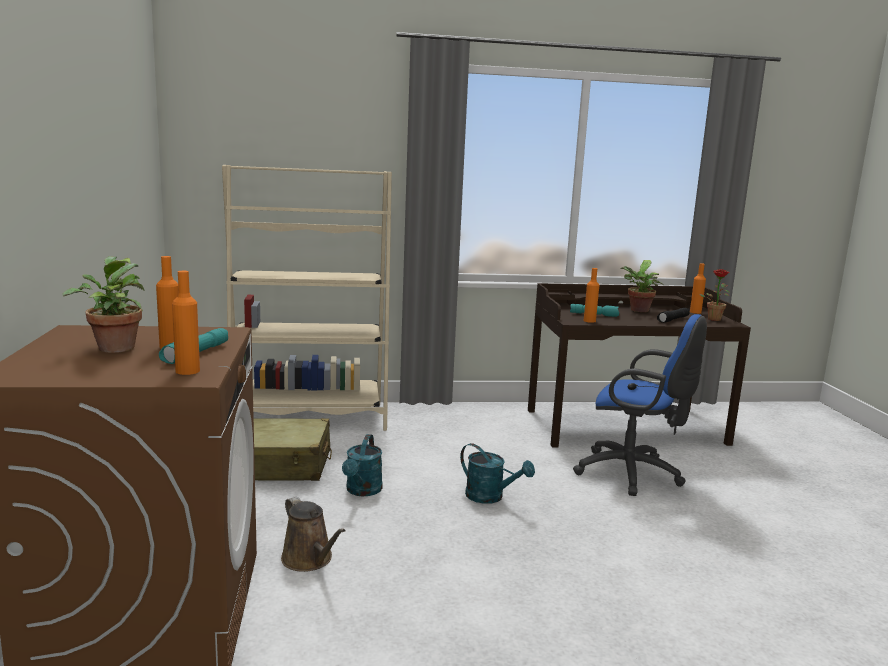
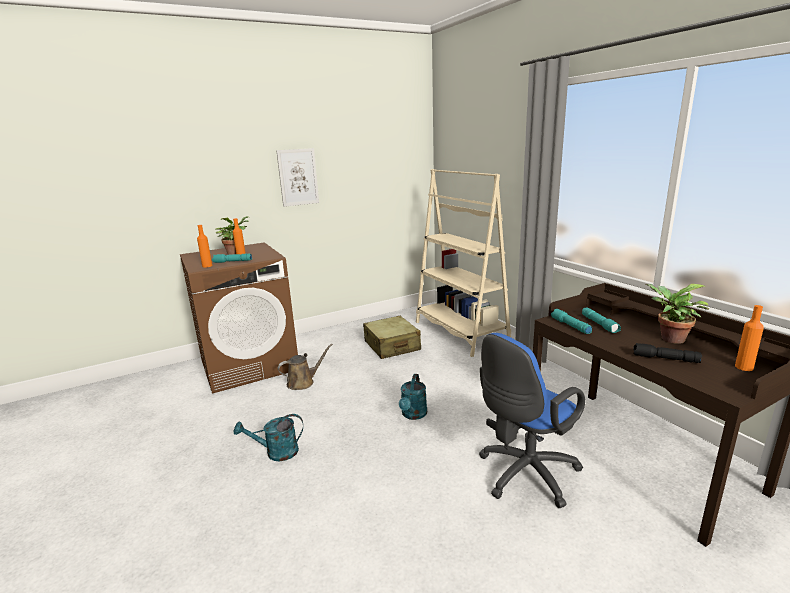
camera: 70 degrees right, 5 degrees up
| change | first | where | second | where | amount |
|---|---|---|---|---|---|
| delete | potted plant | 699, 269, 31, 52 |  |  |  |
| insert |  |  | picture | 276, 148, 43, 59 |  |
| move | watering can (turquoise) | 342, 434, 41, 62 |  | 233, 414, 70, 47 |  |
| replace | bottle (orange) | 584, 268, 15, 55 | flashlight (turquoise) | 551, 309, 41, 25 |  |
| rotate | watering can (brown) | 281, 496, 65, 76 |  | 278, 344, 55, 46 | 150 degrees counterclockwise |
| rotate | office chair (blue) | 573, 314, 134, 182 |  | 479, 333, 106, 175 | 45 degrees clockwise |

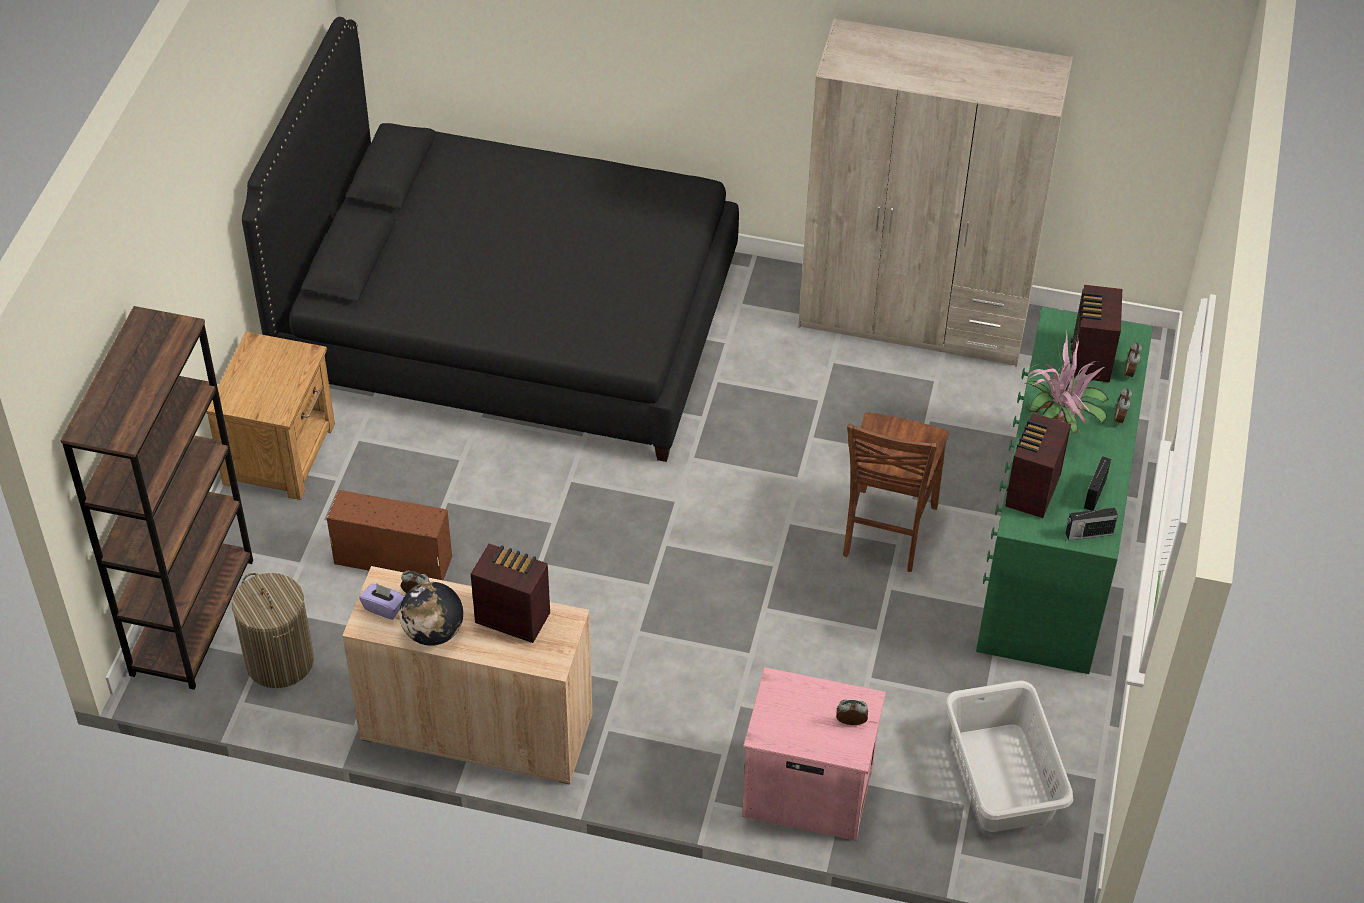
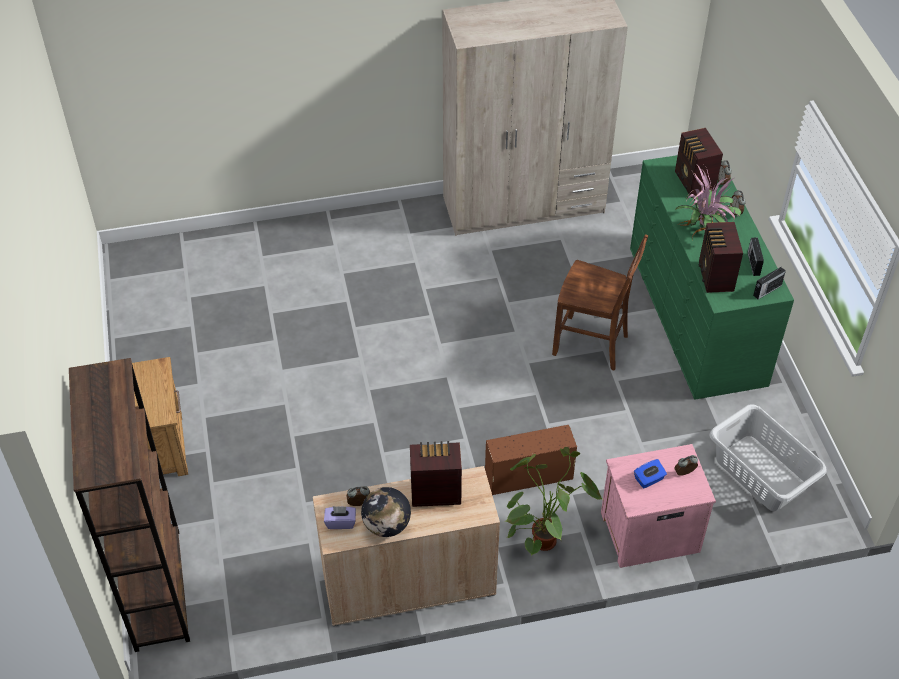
camera: 25 degrees left, 0 degrees up
| change | first | where | second | where | amount |
|---|---|---|---|---|---|
| delete | laundry basket | 232, 573, 82, 115 |  |  |  |
| delete | bed (black) | 242, 17, 497, 445 |  |  |  |
| insert |  |  | potted plant | 505, 447, 98, 108 |  |
| insert |  |  | tissue box (blue) | 634, 459, 33, 30 |  |
| move | storage box (brown) | 327, 490, 125, 90 |  | 485, 425, 92, 70 |  |
| rotate | chair (brown) | 843, 412, 106, 160 |  | 552, 234, 96, 137 | 60 degrees counterclockwise |

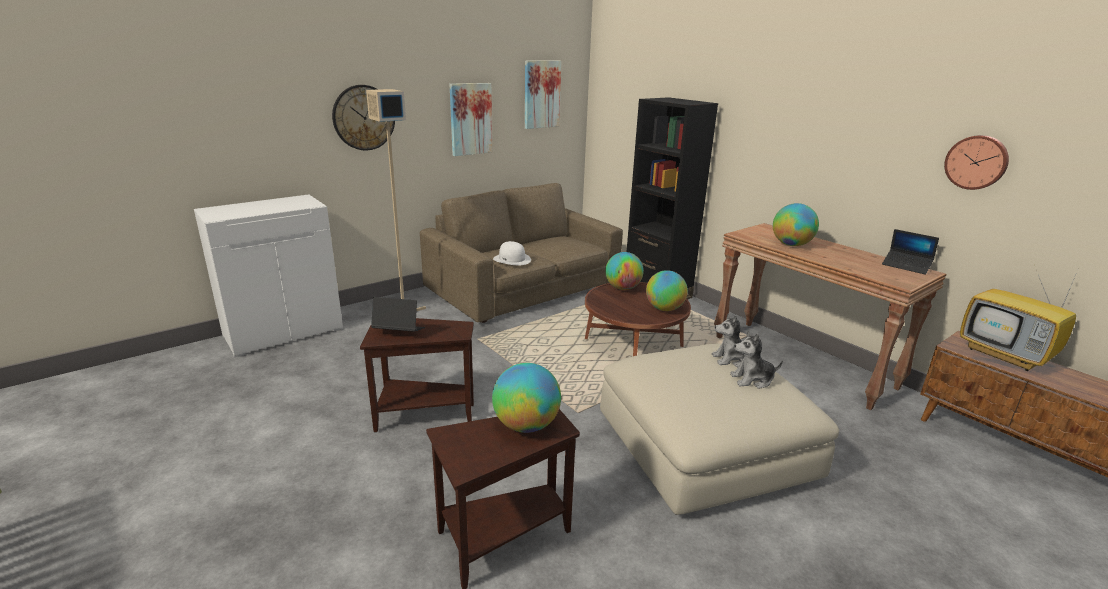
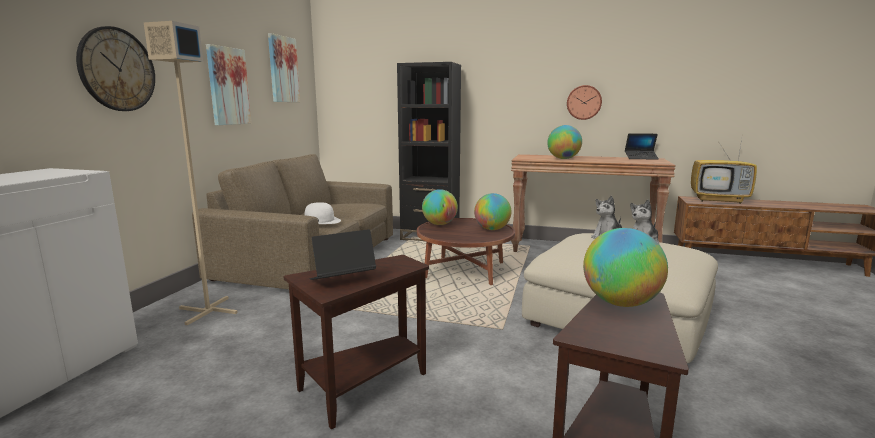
camera: 35 degrees left, 10 degrees down
| change | first | where | second | where | amount |
|---|---|---|---|---|---|
| move | wall clock | 944, 135, 65, 55 |  | 567, 85, 35, 35 |  |

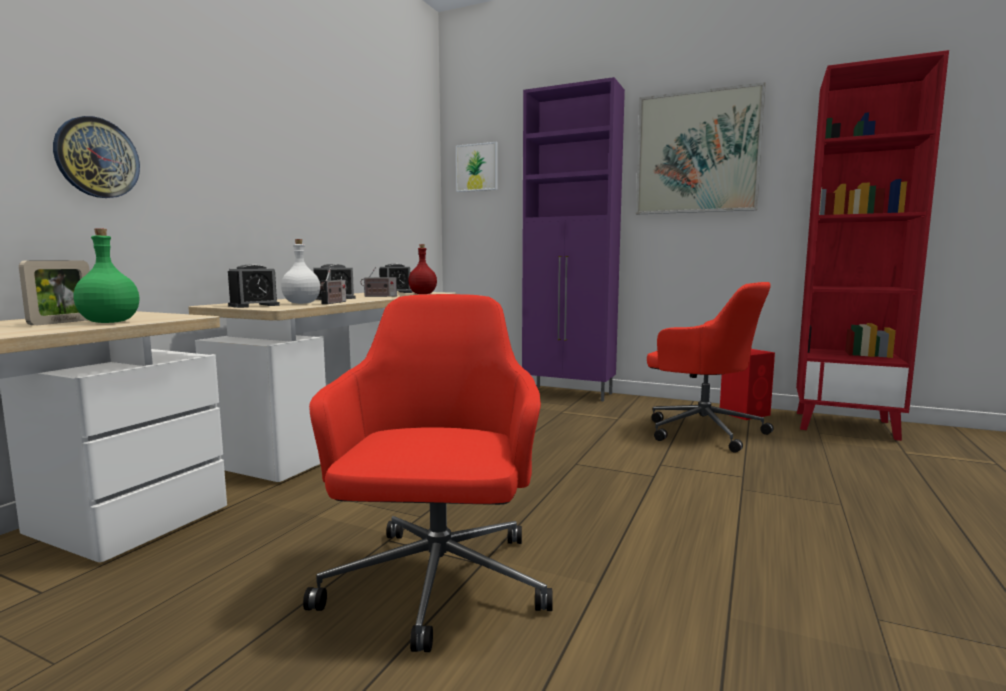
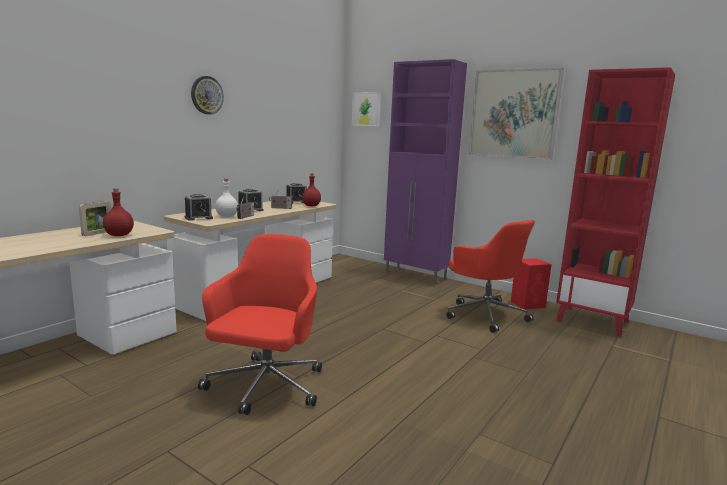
camera: 10 degrees right, 5 degrees up
| change | first | where | second | where | amount |
|---|---|---|---|---|---|
| move | wall clock | 53, 116, 87, 82 |  | 191, 76, 33, 39 |  |
| recolor | bottle (green) | 73, 228, 66, 95 | bottle (red) | 103, 188, 31, 48 |  |

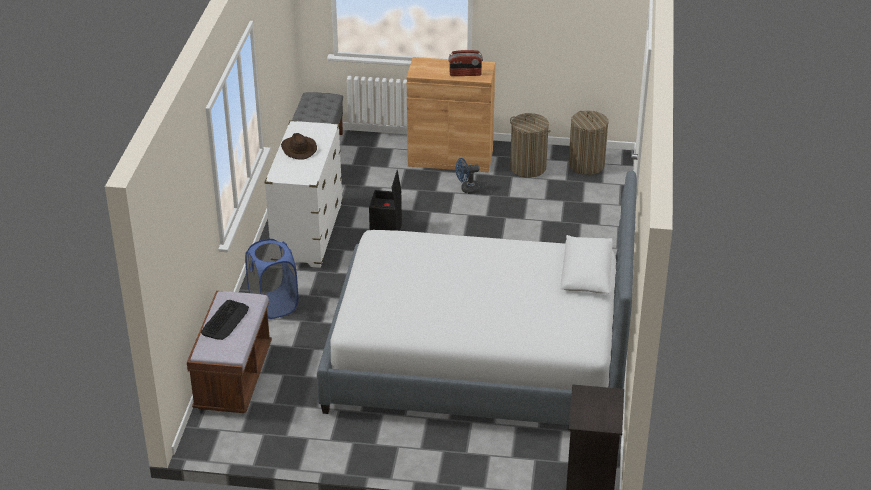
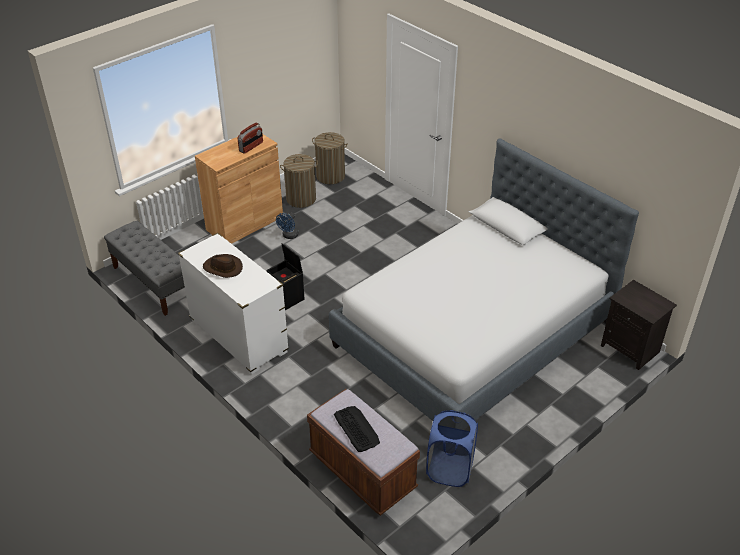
camera: 50 degrees left, 5 degrees up
| change | first | where | second | where | amount |
|---|---|---|---|---|---|
| move | laundry basket (blue) | 245, 239, 53, 80 |  | 426, 410, 52, 77 |  |

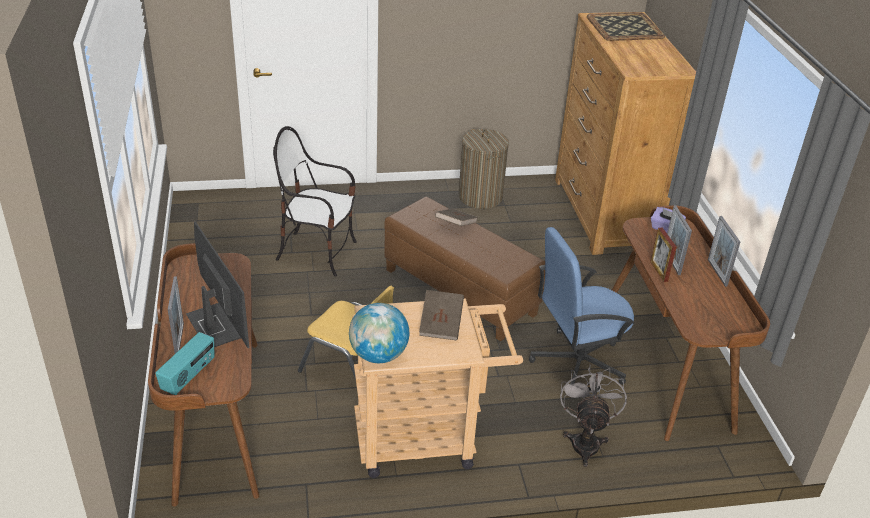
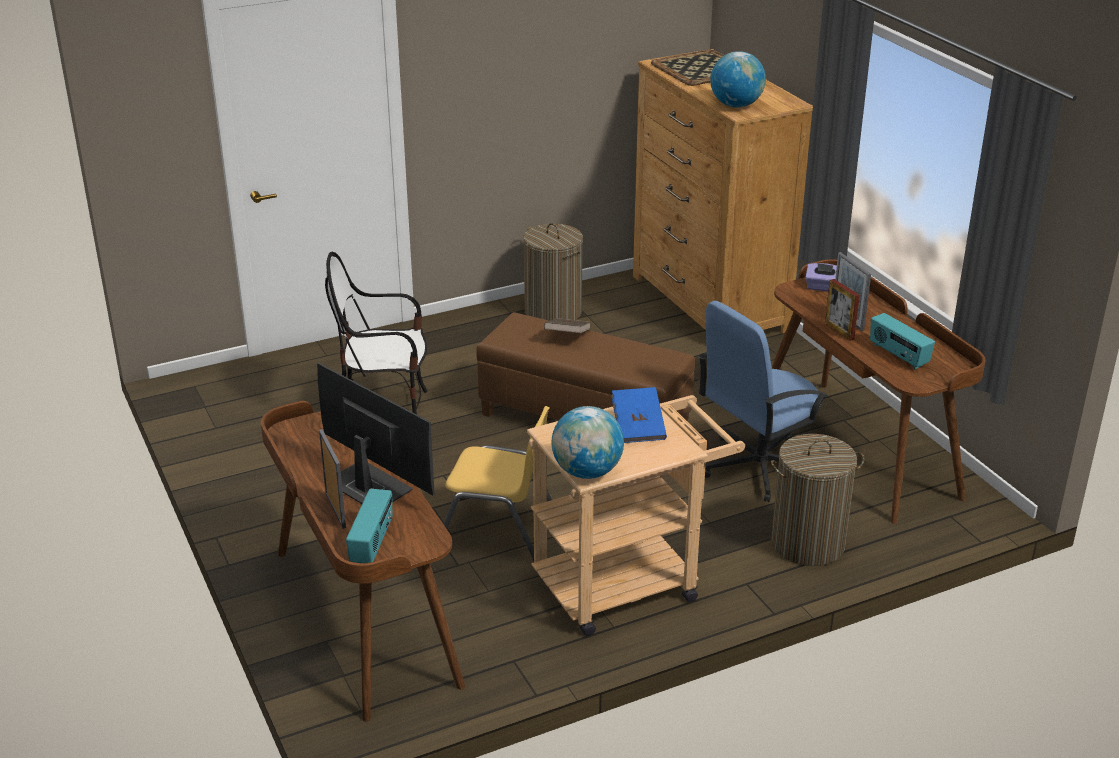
camera: 15 degrees left, 5 degrees down
| change | first | where | second | where | amount |
|---|---|---|---|---|---|
| delete | picture frame | 708, 216, 32, 71 |  |  |  |
| insert |  |  | globe | 710, 51, 56, 57 |  |
| insert |  |  | radio | 870, 313, 65, 56 |  |
| replace | fan (grey) | 560, 364, 67, 103 | laundry basket | 771, 434, 93, 132 |  |
| recolor | book (brown) | 419, 290, 45, 50 | book (blue) | 611, 387, 56, 56 |  |

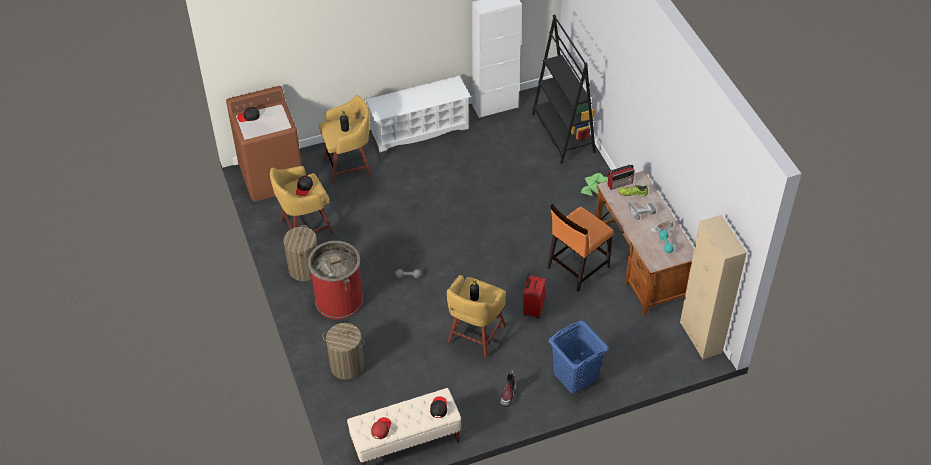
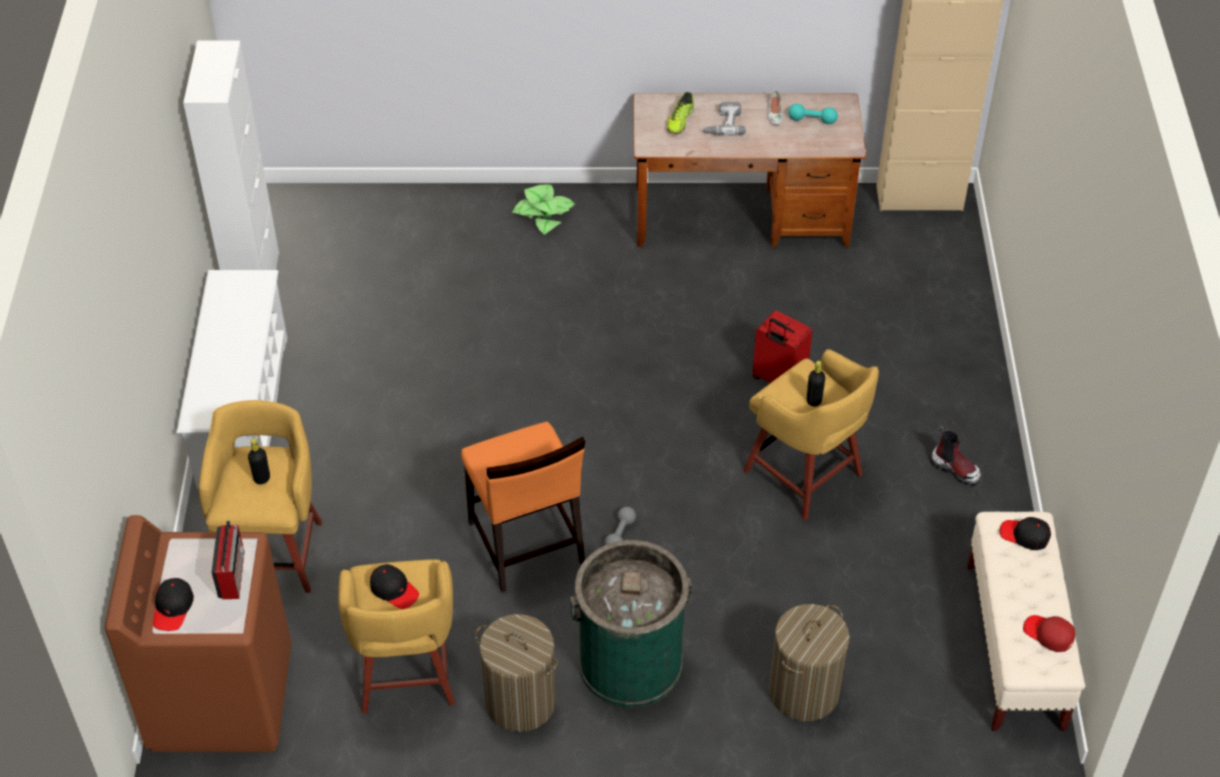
camera: 70 degrees left, 0 degrees up
| change | first | where | second | where | amount |
|---|---|---|---|---|---|
| delete | bookcase (black) | 532, 15, 64, 149 |  |  |  |
| delete | laundry basket (blue) | 549, 321, 60, 72 |  |  |  |
| move | chair (orange) | 547, 204, 67, 88 |  | 461, 422, 124, 171 |  |
| move | radio | 608, 165, 27, 25 |  | 211, 520, 33, 79 |  |
| recolor | trash can (red) | 308, 241, 56, 79 | trash can (green) | 570, 540, 122, 167 |  |

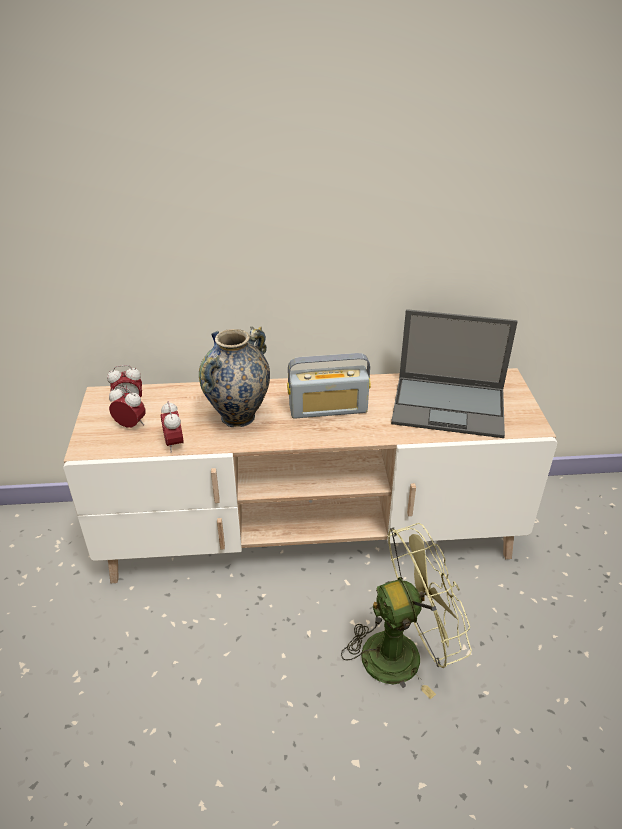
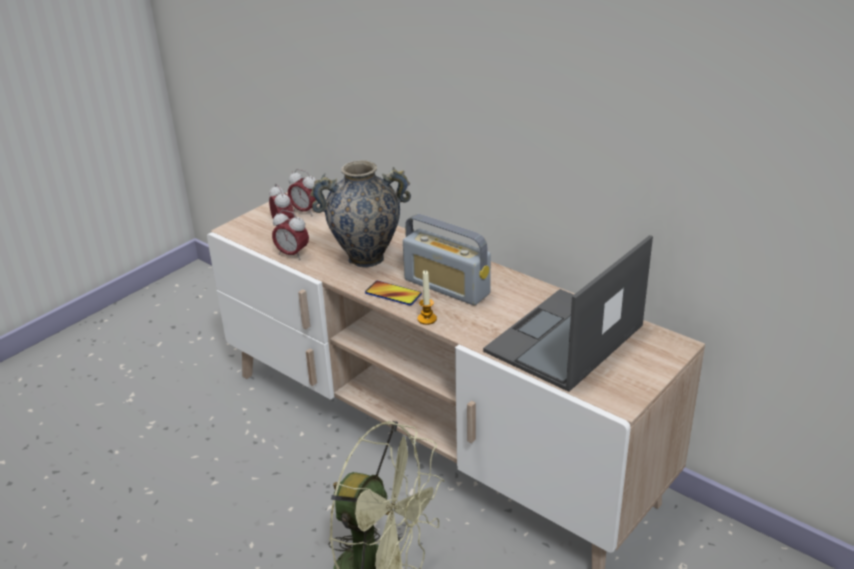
camera: 45 degrees right, 5 degrees down
| change | first | where | second | where | amount |
|---|---|---|---|---|---|
| insert |  |  | phone | 365, 281, 57, 24 |  |
| insert |  |  | candle | 417, 270, 20, 55 |  |
| rotate | alarm clock | 160, 401, 24, 52 |  | 272, 210, 37, 50 | 90 degrees counterclockwise |
| rotate | laptop | 391, 309, 127, 129 |  | 483, 235, 170, 157 | 75 degrees clockwise |

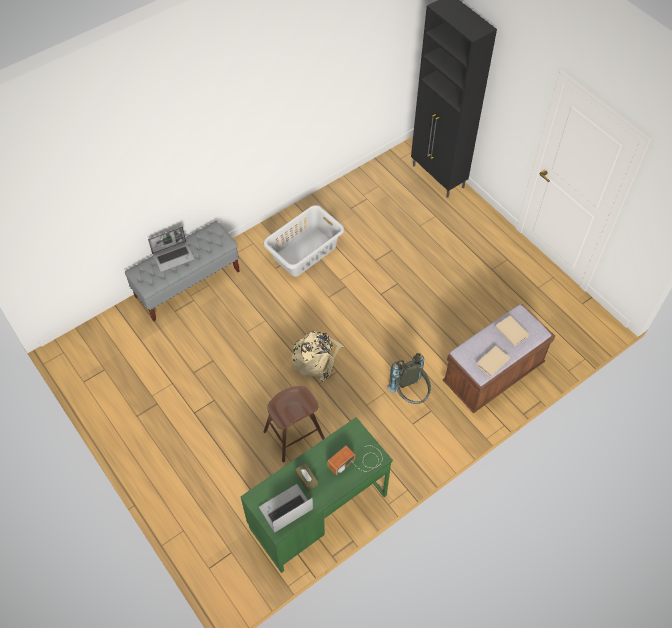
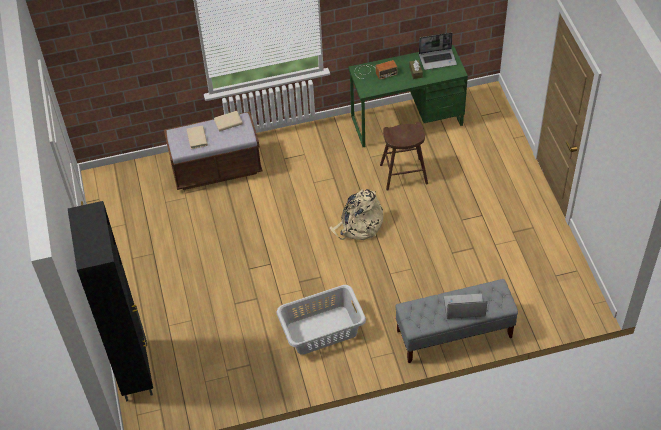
camera: 155 degrees left, 5 degrees down
| change | first | where | second | where | amount |
|---|---|---|---|---|---|
| delete | backpack (grey) | 387, 353, 44, 51 |  |  |  |

